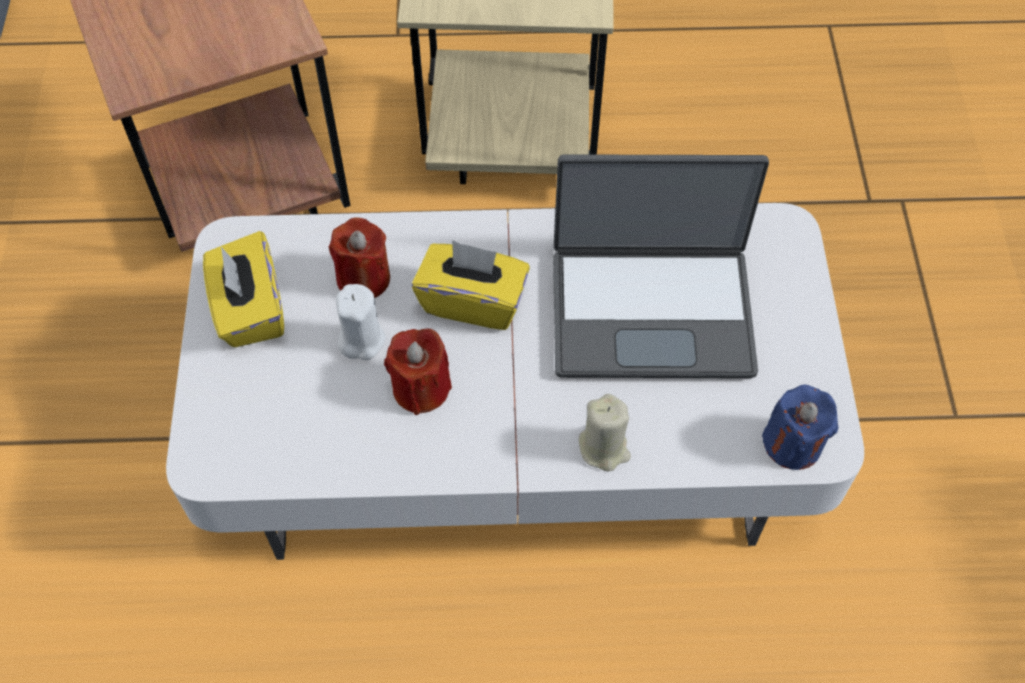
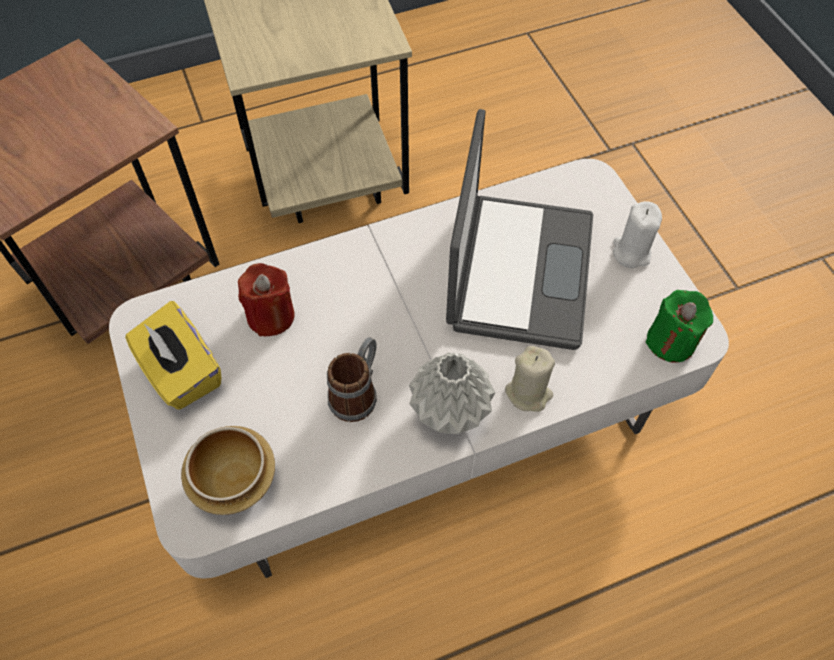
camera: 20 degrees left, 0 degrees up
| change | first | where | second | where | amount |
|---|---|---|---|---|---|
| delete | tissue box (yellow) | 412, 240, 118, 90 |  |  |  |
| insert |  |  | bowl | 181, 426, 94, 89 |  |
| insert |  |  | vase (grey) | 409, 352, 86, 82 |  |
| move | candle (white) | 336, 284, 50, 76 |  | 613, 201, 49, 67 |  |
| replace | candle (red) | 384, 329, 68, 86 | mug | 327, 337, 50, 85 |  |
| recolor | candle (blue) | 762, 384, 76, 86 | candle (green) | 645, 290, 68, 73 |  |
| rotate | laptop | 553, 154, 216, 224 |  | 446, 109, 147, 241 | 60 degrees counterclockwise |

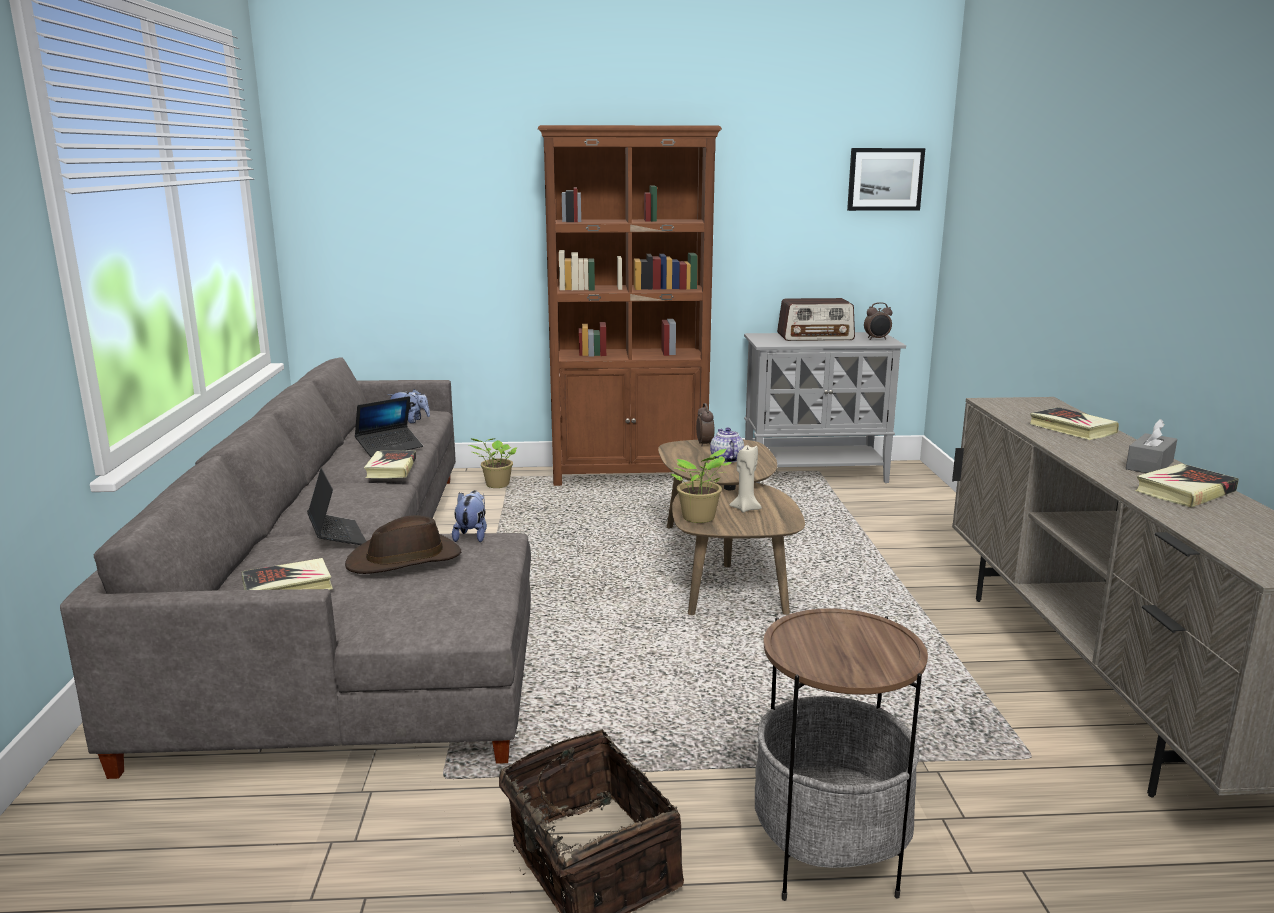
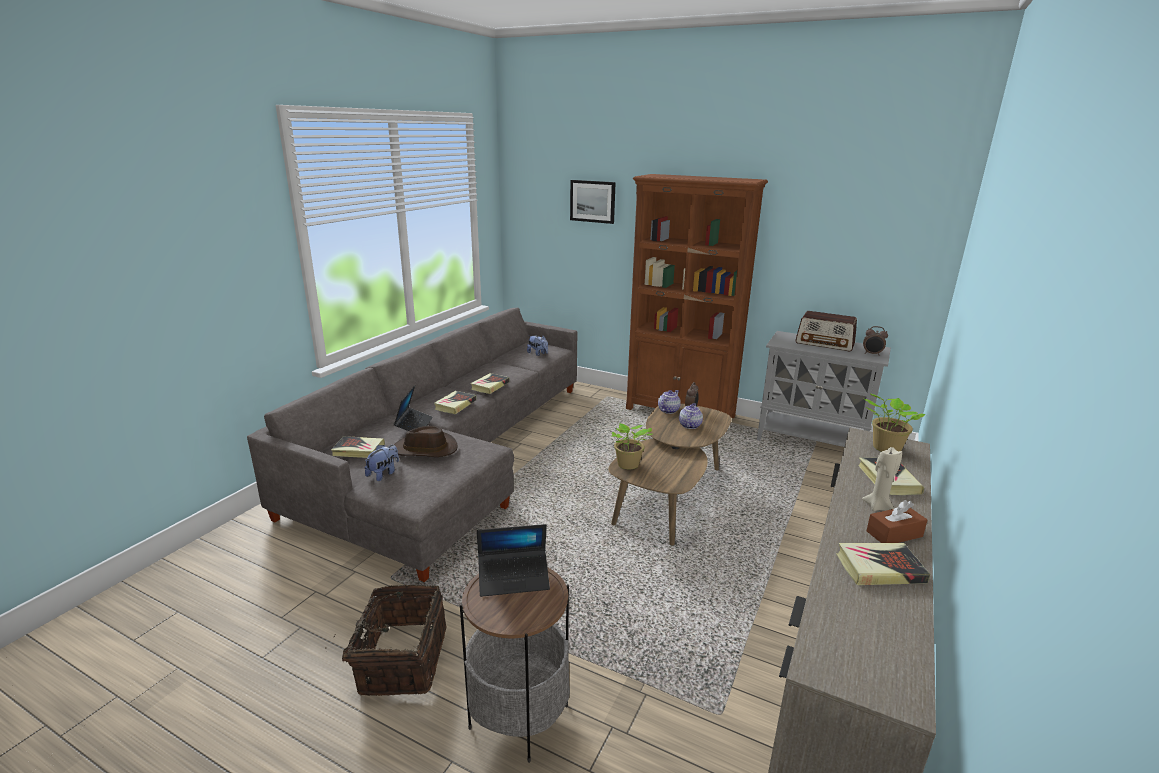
camera: 30 degrees right, 5 degrees up
| change | first | where | second | where | amount |
|---|---|---|---|---|---|
| insert |  |  | book | 434, 391, 42, 23 |  |
| insert |  |  | teapot | 658, 390, 23, 24 |  |
| move | laptop | 355, 396, 68, 61 |  | 477, 524, 73, 73 |  |
| move | plush toy | 452, 490, 35, 52 |  | 365, 445, 34, 36 |  |
| move | potted plant | 469, 438, 48, 50 |  | 864, 394, 61, 58 |  |
| move | candle (beige) | 729, 445, 33, 68 |  | 862, 447, 40, 64 |  |
| move | picture | 847, 148, 78, 63 |  | 570, 180, 46, 44 |  |
| recolor | tissue box (grey) | 1126, 419, 51, 54 | tissue box (brown) | 866, 500, 61, 43 |  |

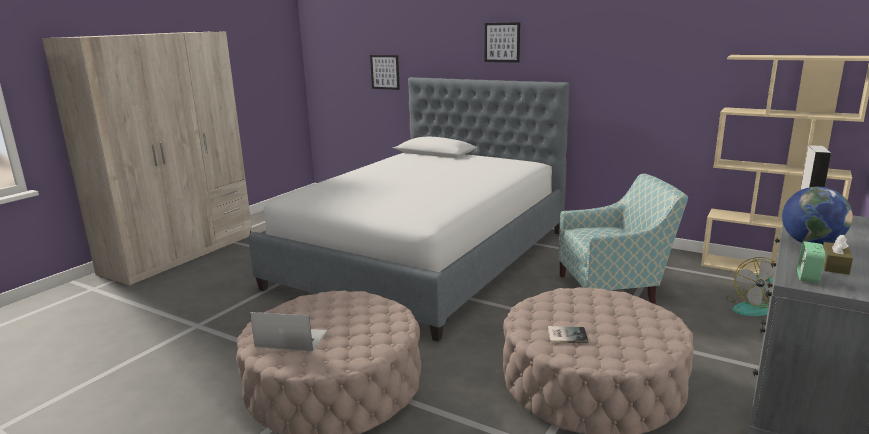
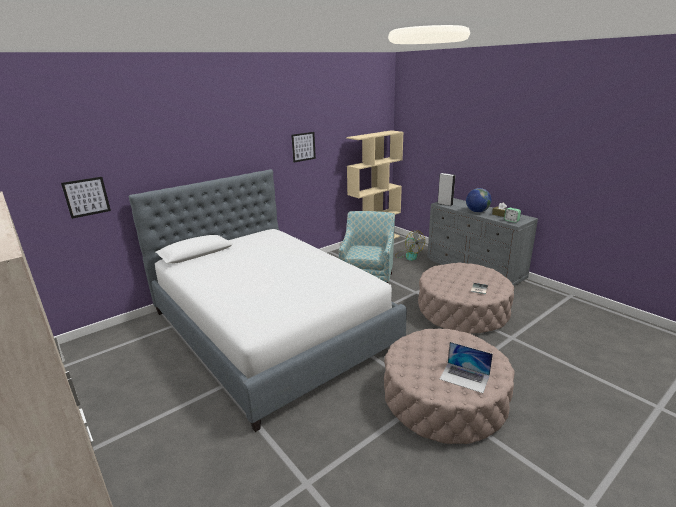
camera: 70 degrees left, 5 degrees up
| change | first | where | second | where | amount |
|---|---|---|---|---|---|
| move | picture | 485, 22, 35, 41 |  | 291, 132, 25, 30 |  |
| rotate | laptop | 250, 312, 77, 39 |  | 440, 342, 53, 51 | 90 degrees counterclockwise |

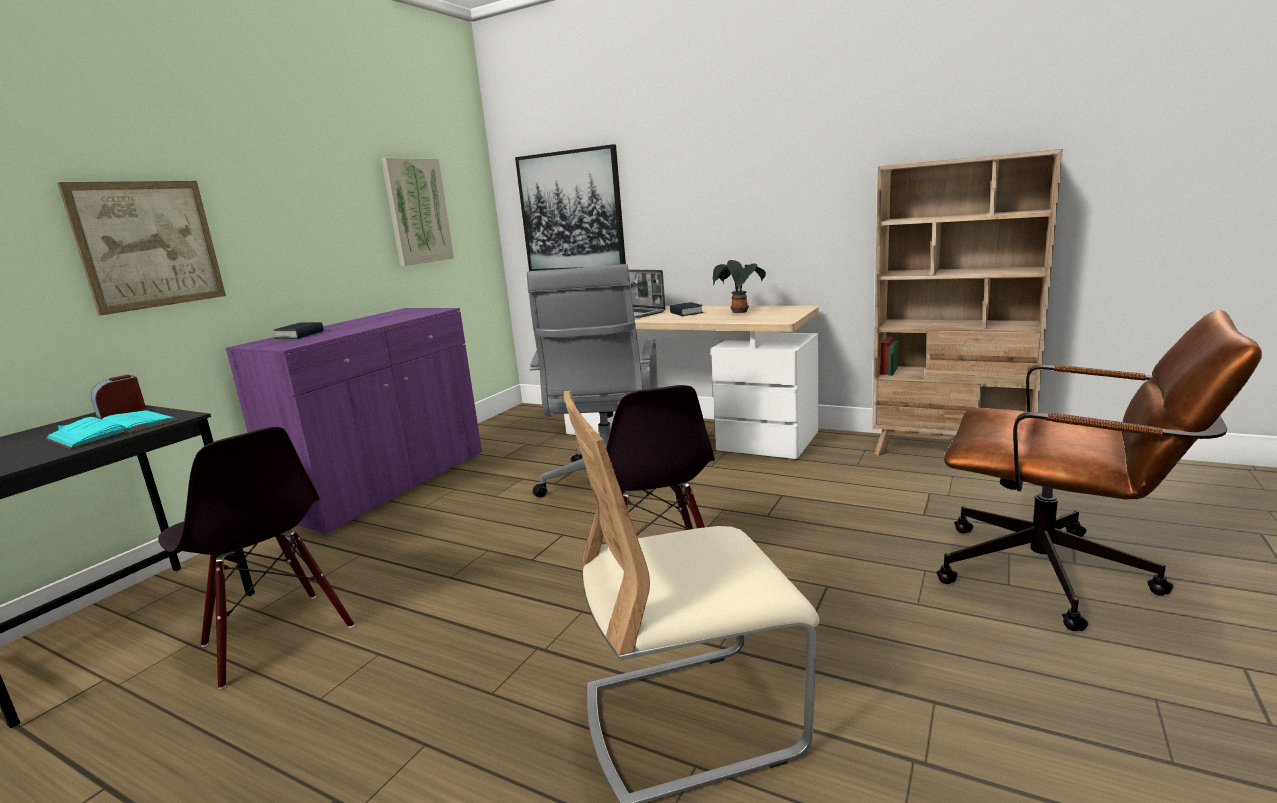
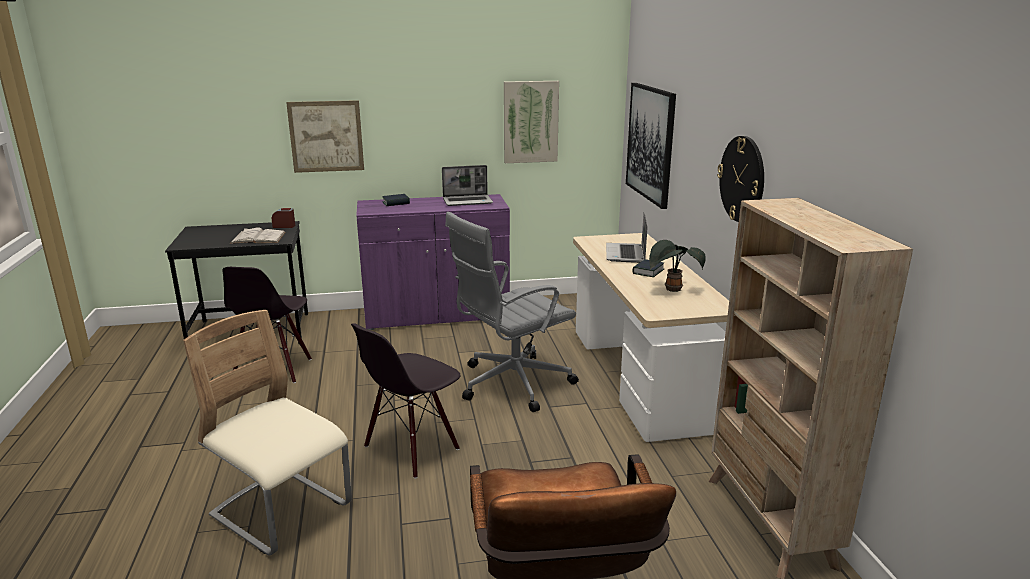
camera: 50 degrees right, 5 degrees up
| change | first | where | second | where | amount |
|---|---|---|---|---|---|
| insert |  |  | laptop | 442, 165, 51, 41 |  |
| insert |  |  | wall clock | 717, 136, 47, 86 |  |
| recolor | book (turquoise) | 45, 410, 133, 39 | book (white) | 230, 227, 56, 17 |  |

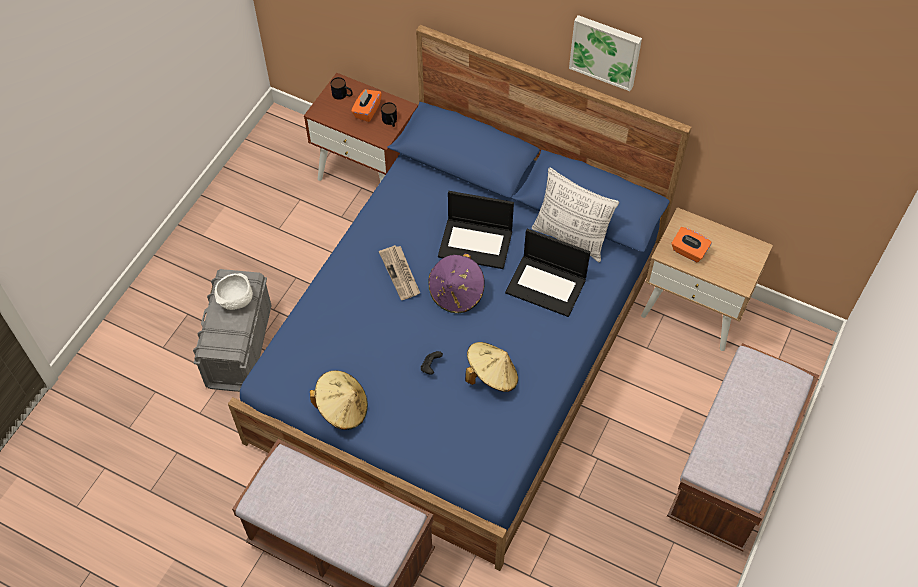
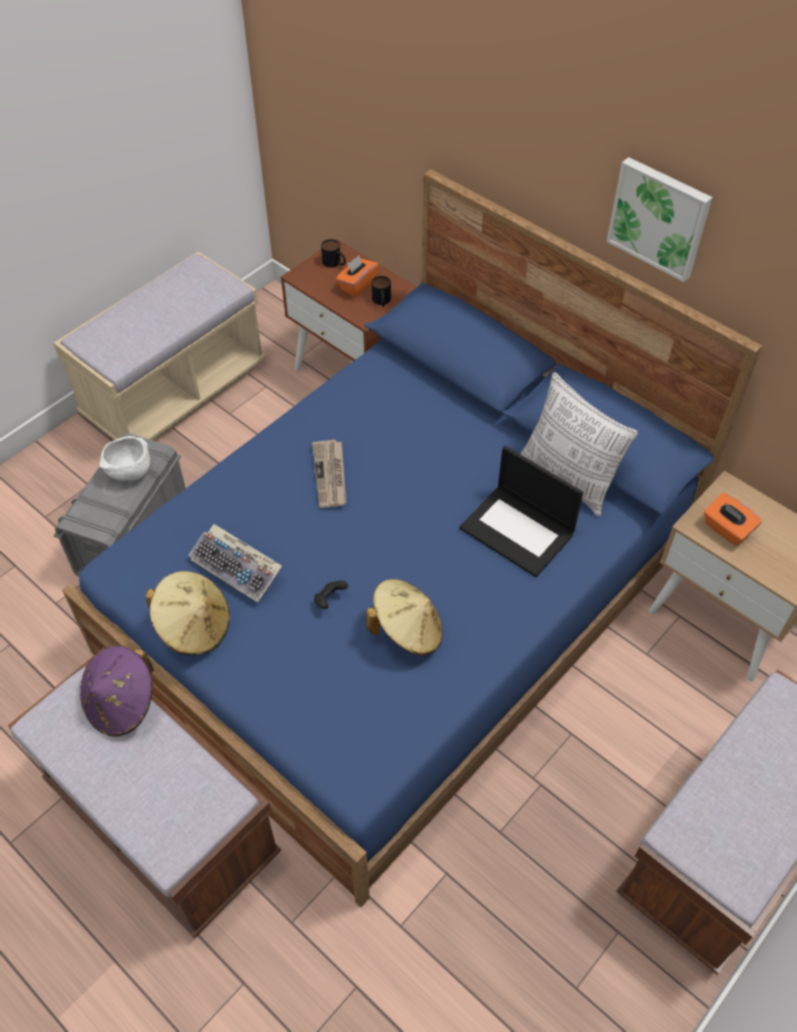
camera: 15 degrees right, 5 degrees down
| change | first | where | second | where | amount |
|---|---|---|---|---|---|
| delete | laptop | 438, 191, 76, 78 |  |  |  |
| insert |  |  | bench (beige) | 54, 252, 212, 189 |  |
| insert |  |  | keyboard | 189, 524, 93, 78 |  |
| move | hat (purple) | 428, 253, 57, 60 |  | 80, 646, 74, 91 |  |

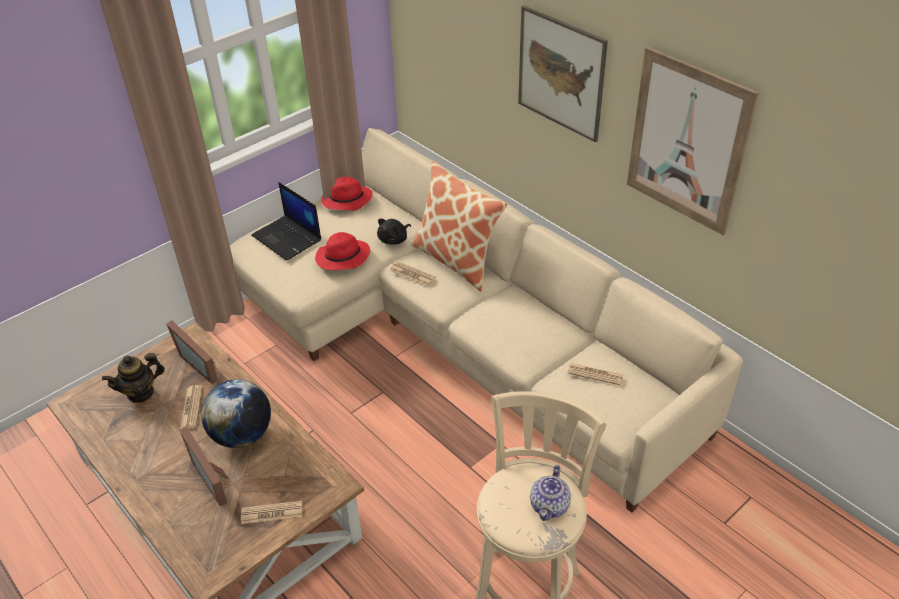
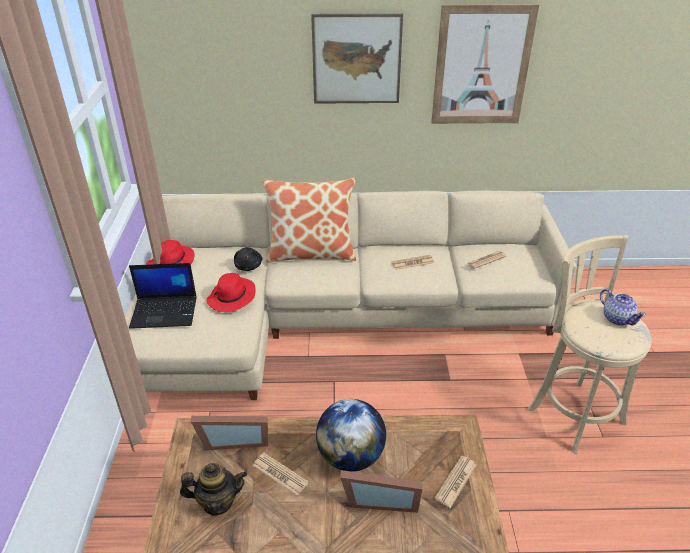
camera: 50 degrees left, 5 degrees down
| change | first | where | second | where | amount |
|---|---|---|---|---|---|
| move | newspaper | 390, 261, 46, 25 |  | 392, 255, 42, 15 |  |
| rotate | teapot | 102, 353, 63, 50 |  | 180, 463, 67, 53 | 105 degrees counterclockwise |

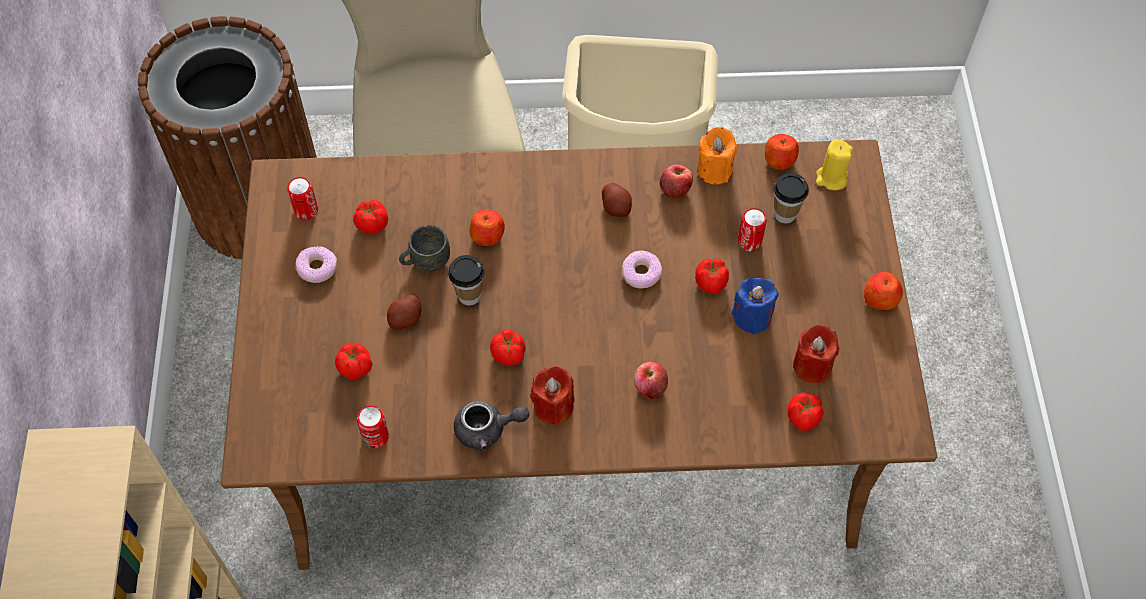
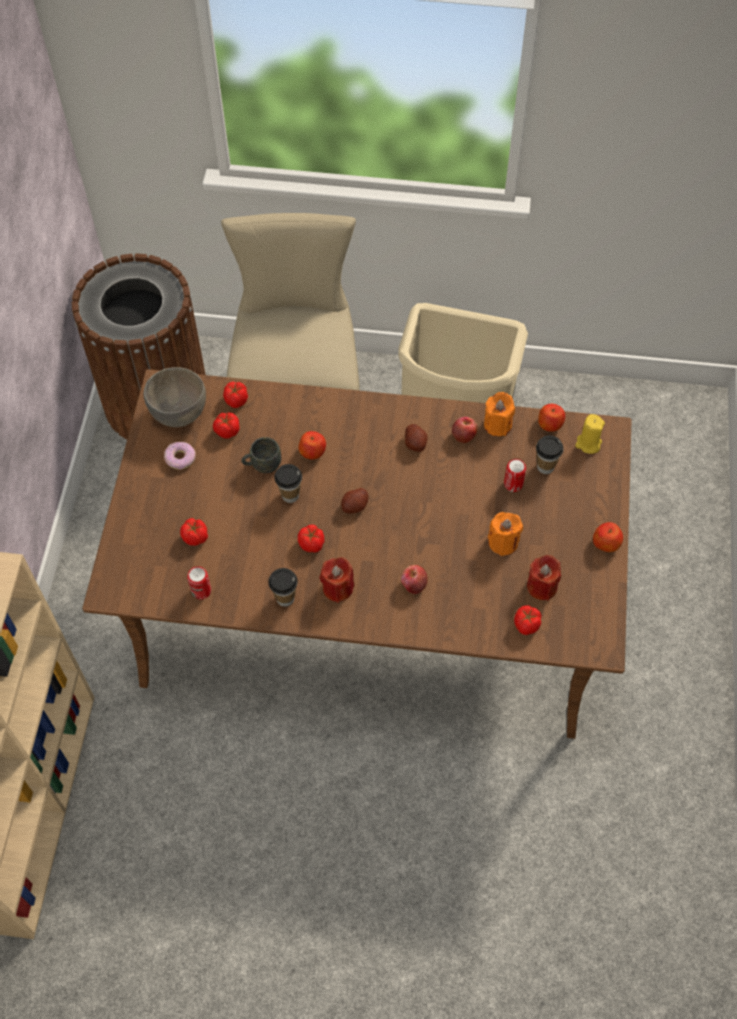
camera: 10 degrees right, 0 degrees up
| change | first | where | second | where | amount |
|---|---|---|---|---|---|
| delete | donut | 622, 251, 40, 38 |  |  |  |
| move | potato | 387, 294, 35, 36 |  | 341, 488, 28, 26 |  |
| move | tomato | 695, 258, 34, 36 |  | 223, 382, 25, 26 |  |
| replace | can | 287, 177, 31, 43 | bowl (grey) | 144, 367, 62, 60 |  |
| replace | teapot (grey) | 454, 401, 76, 50 | cup | 268, 568, 30, 39 |  |
| recolor | candle (blue) | 731, 278, 48, 56 | candle (orange) | 488, 512, 35, 44 |  |

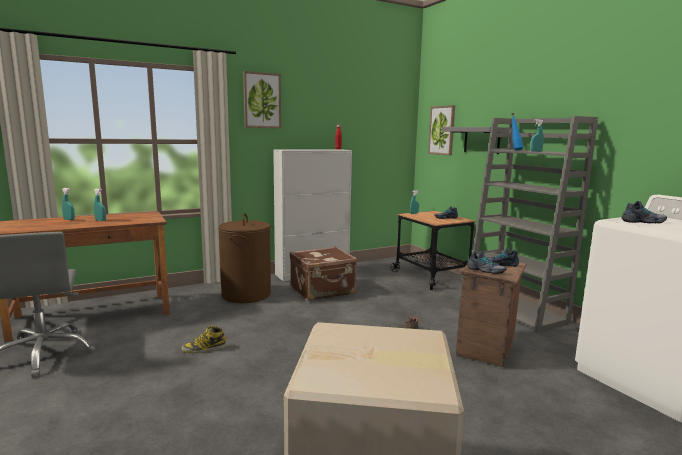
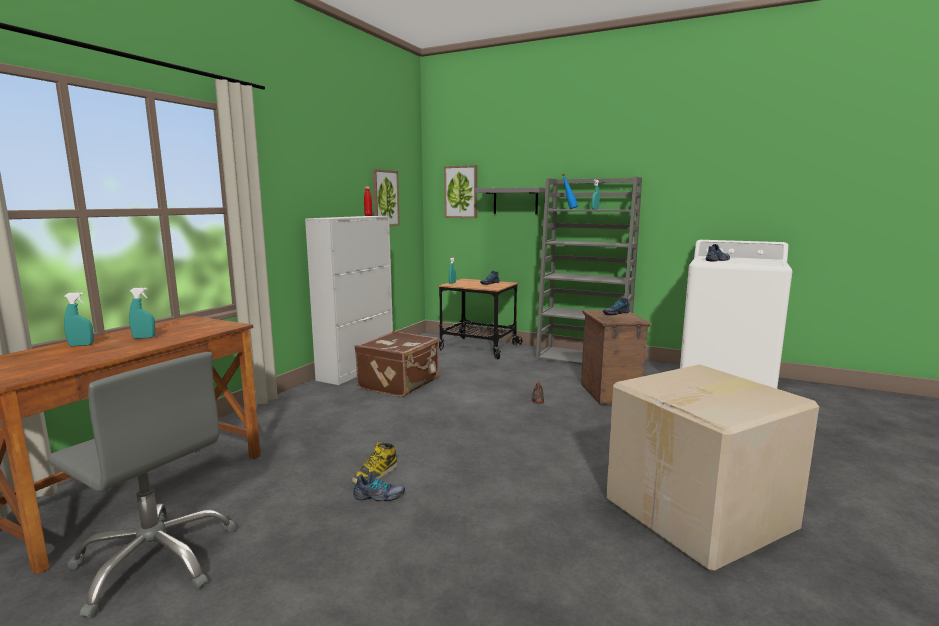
camera: 35 degrees left, 0 degrees up
| change | first | where | second | where | amount |
|---|---|---|---|---|---|
| delete | laundry basket (brown) | 218, 213, 53, 90 |  |  |  |
| move | picture | 243, 71, 38, 57 |  | 373, 169, 27, 57 |  |
| move | shoe | 467, 251, 40, 23 |  | 353, 472, 52, 29 |  |

